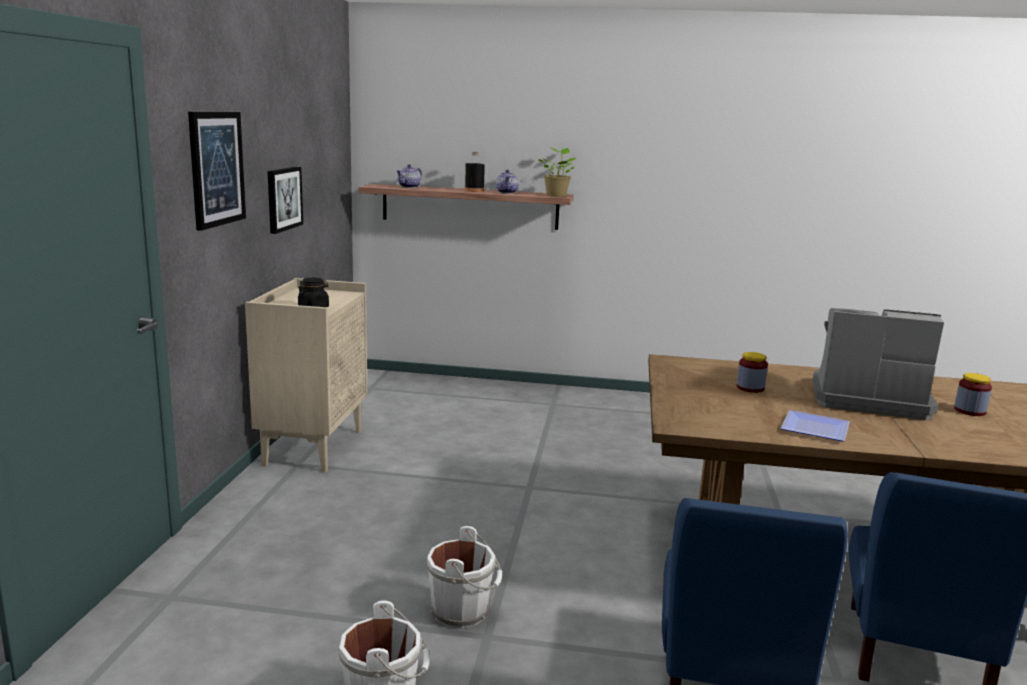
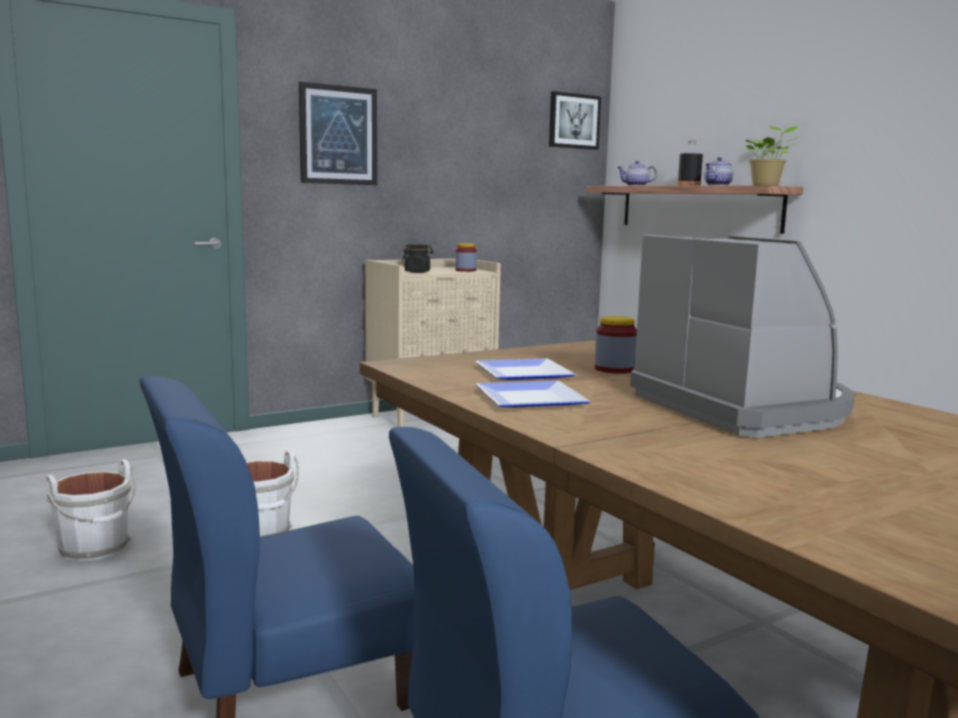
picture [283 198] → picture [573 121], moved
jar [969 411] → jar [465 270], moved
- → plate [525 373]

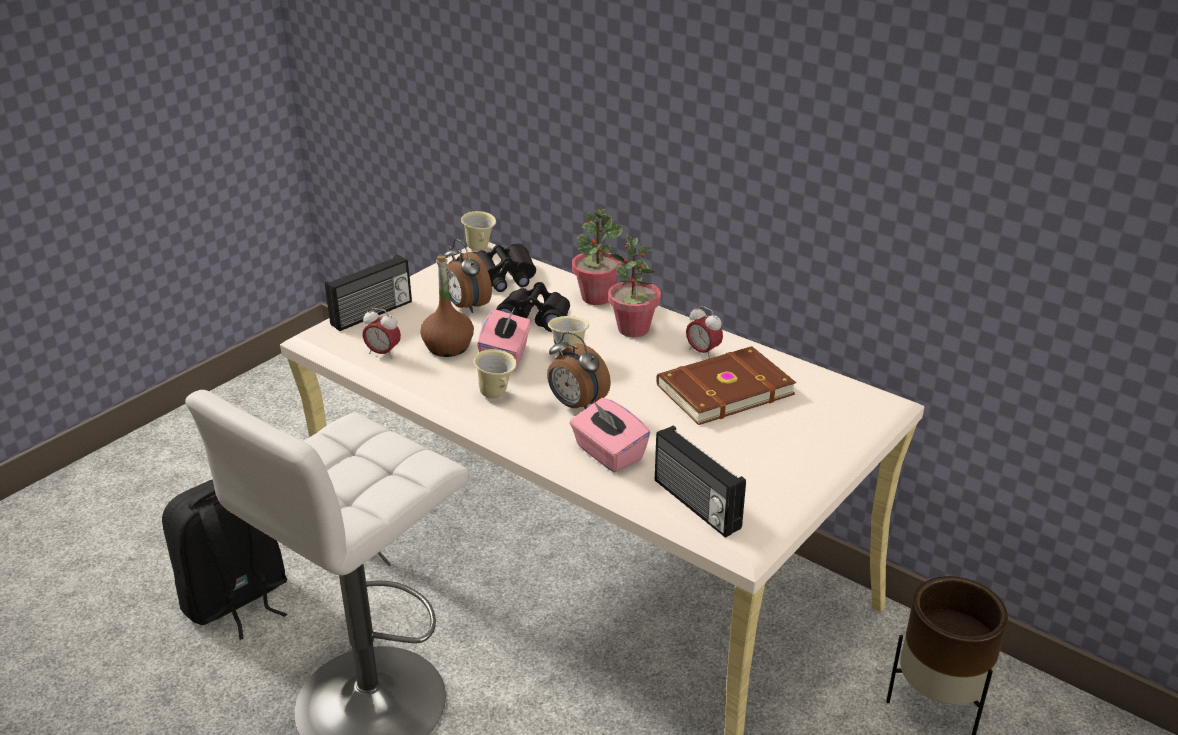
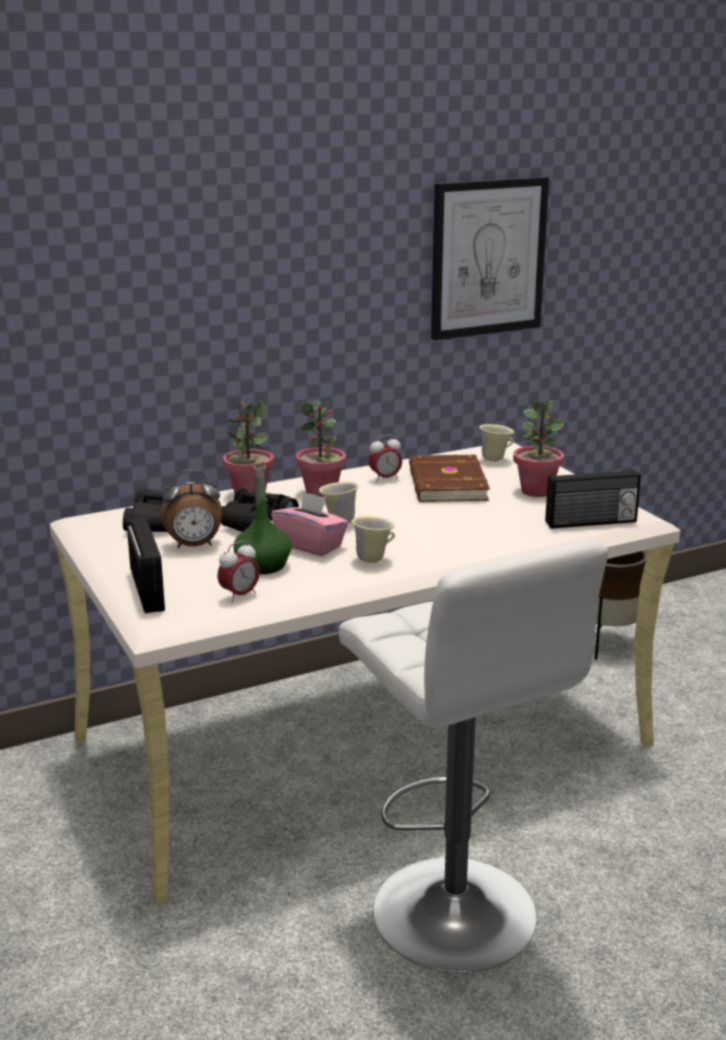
backpack (black) [235 600] → -
bottle (brown) [448 346] → bottle (green) [262 565]
mug (beige) [480 249] → mug (beige) [495 460], moved
alarm clock [575 405] → -
tissue box (pink) [608 453] → -
- → picture [488 258]
- → potted plant [536 491]

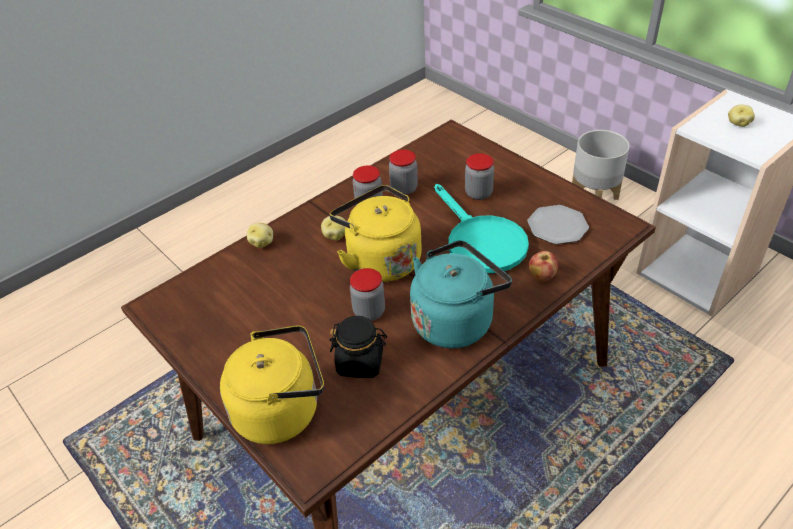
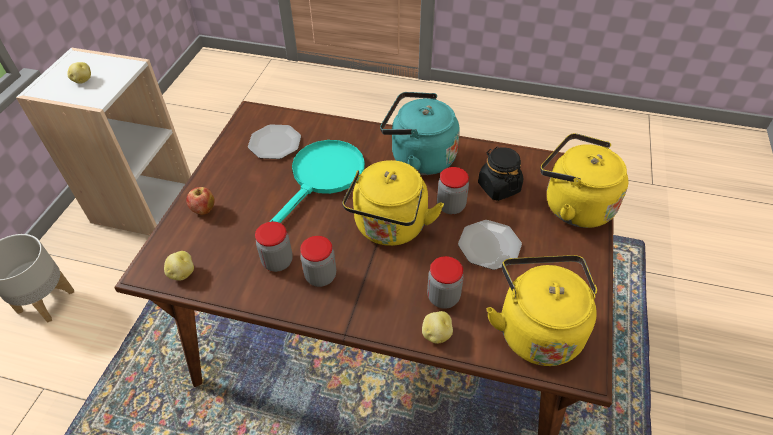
potato [335 235] → potato [182 273], moved
jar [478 193] → jar [443 297], moved
apple [542 276] → apple [204 210], moved
- → plate [489 246]
- → kettle (yellow) [537 328]

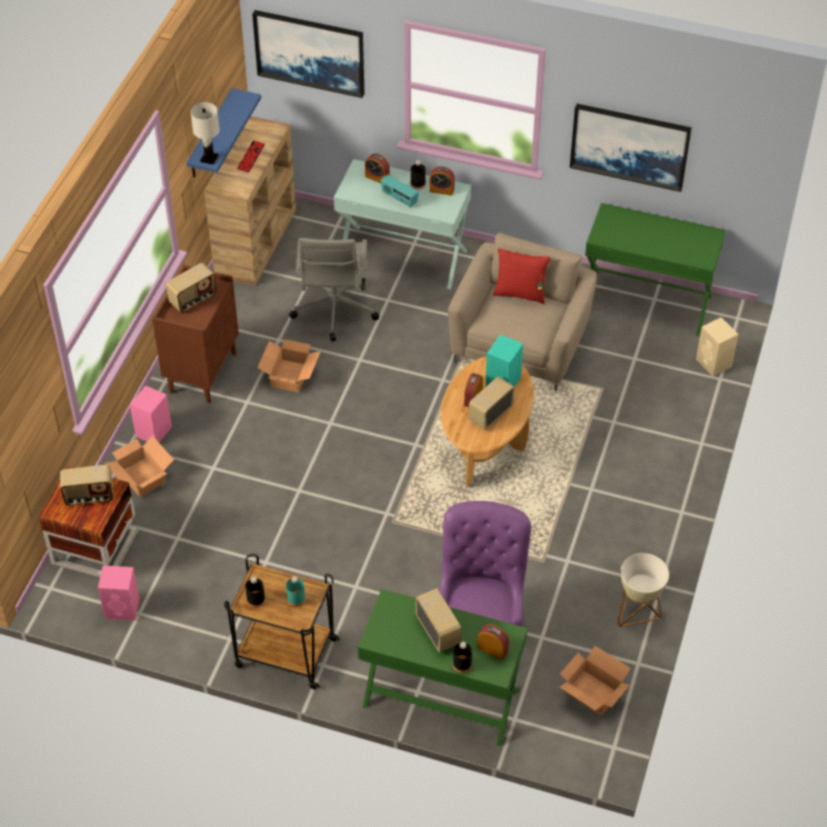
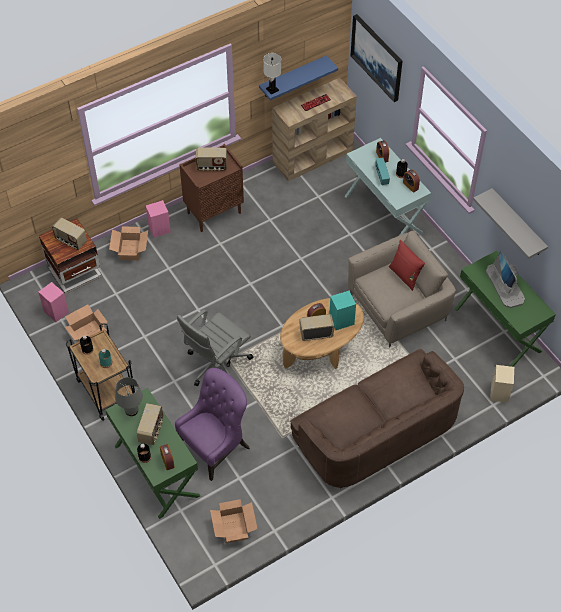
cardboard box [289 376] → cardboard box [87 333], moved
office chair (grey) [334 311] → office chair (grey) [217 365], moved
picture [630 145] → shelf (grey) [517 223]
planter [637 612] → -
- → table lamp (grey) [131 411]
- → sofa (brown) [376 433]
- → monitor [505 285]

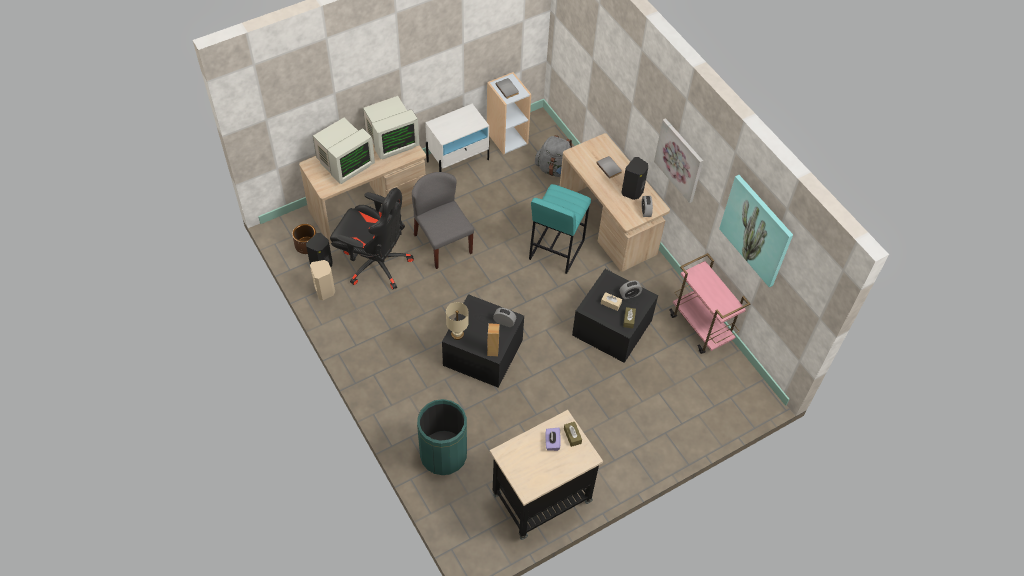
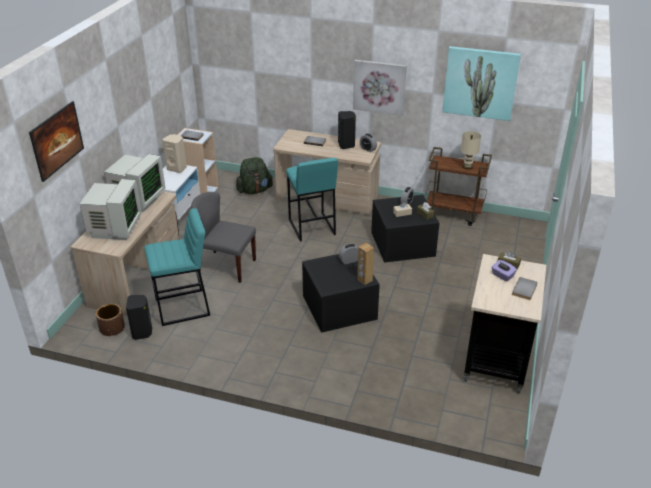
speaker (beige) [325 291] → speaker (beige) [177 168], moved
office chair (black) [372 262] → stool (turquoise) [184 307]
trash can (green) [443 455] → -
table lamp (beige) [457 334] → table lamp (beige) [467 166], moved
backpack (grey) [555 169] → backpack (green) [254 190]
cart (pink) [700 330] → cart (brown) [453 215]
- → picture [60 152]
- → book (grey) [525 290]

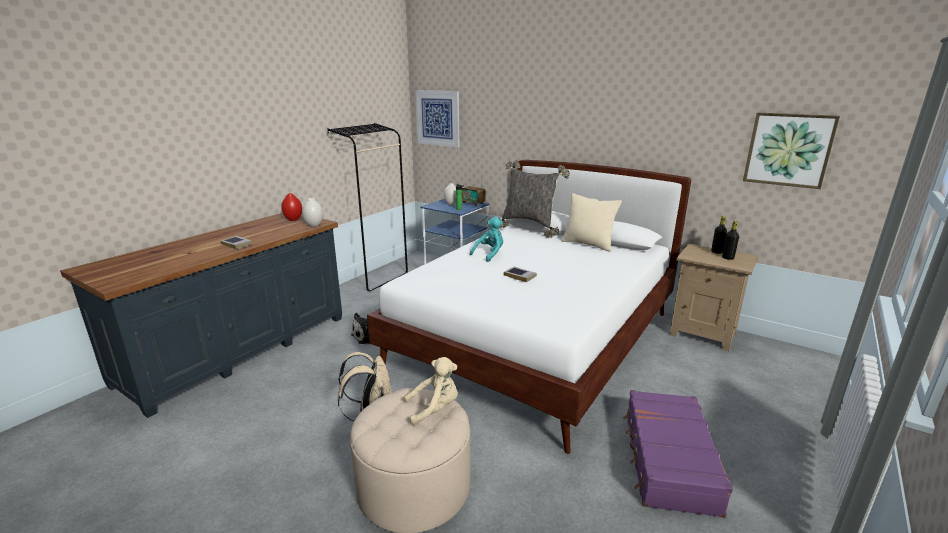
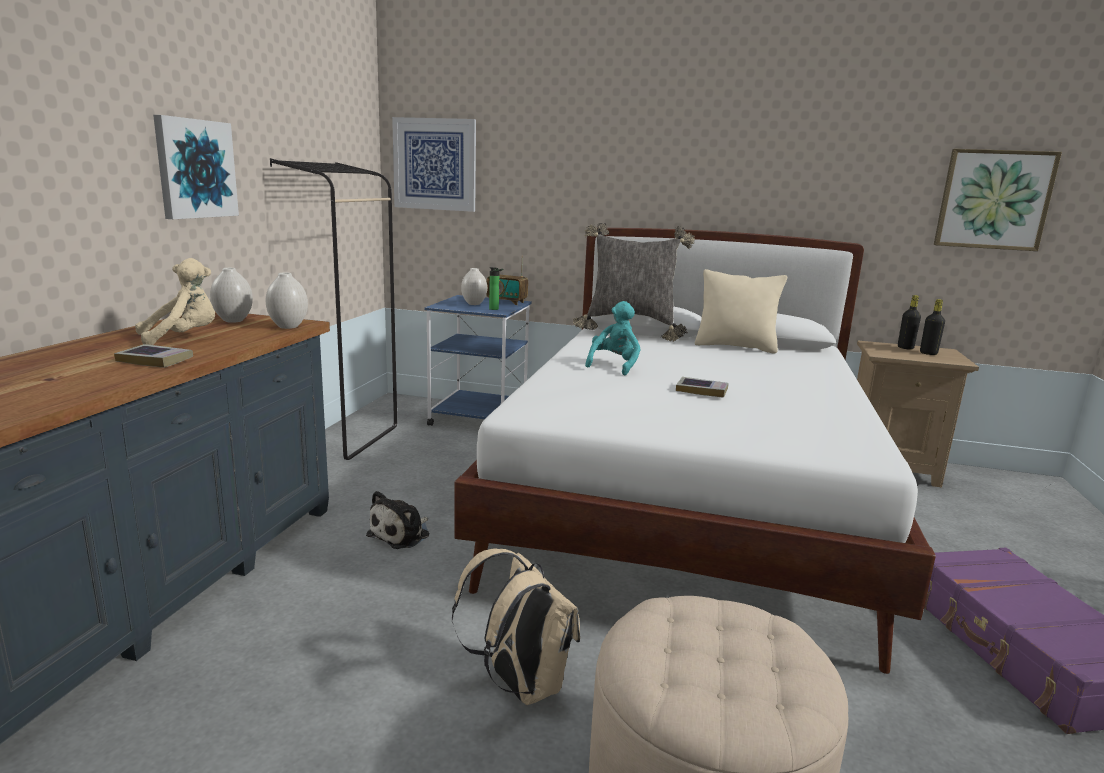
vase (red) [293 220] → vase (white) [233 321]
plush toy (beige) [435 409] → plush toy (beige) [183 338], moved
- → picture [195 169]

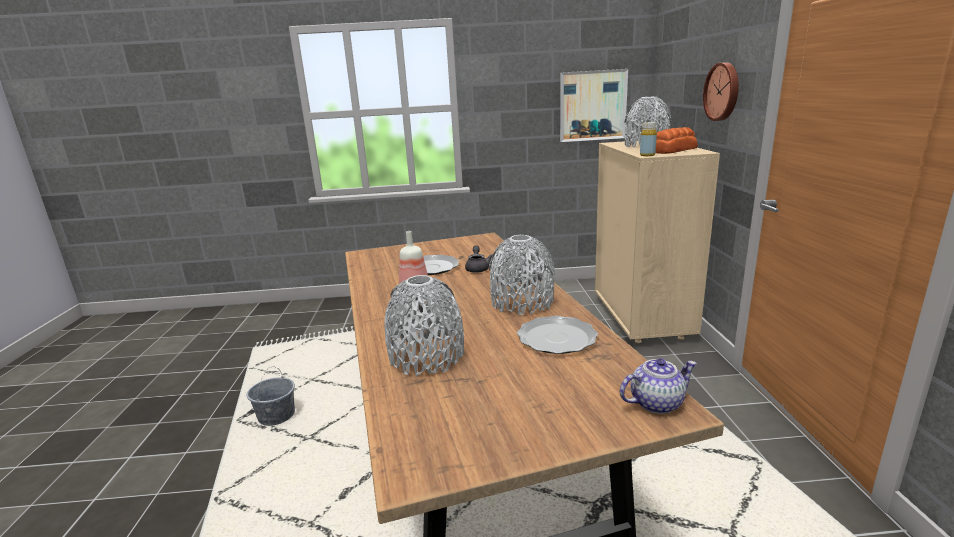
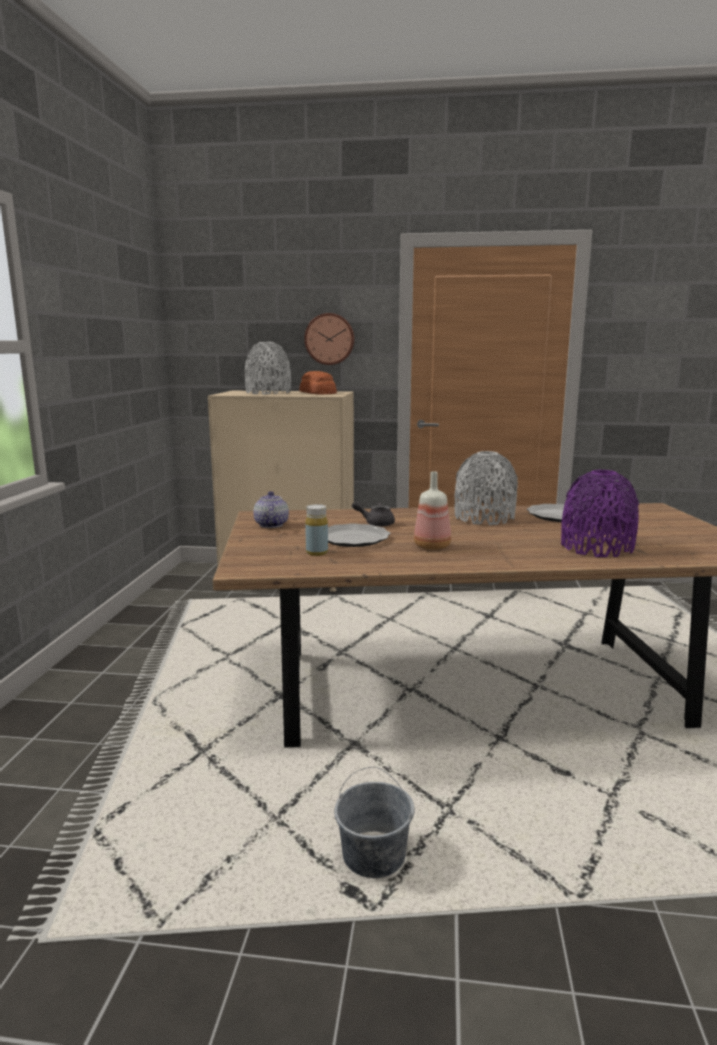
vase (grey) [426 356] → vase (purple) [596 547]
picture [592 105] → -
teapot [656 403] → teapot [271 525], moved
bottle (yellow) [647 155] → bottle (yellow) [317 552], moved

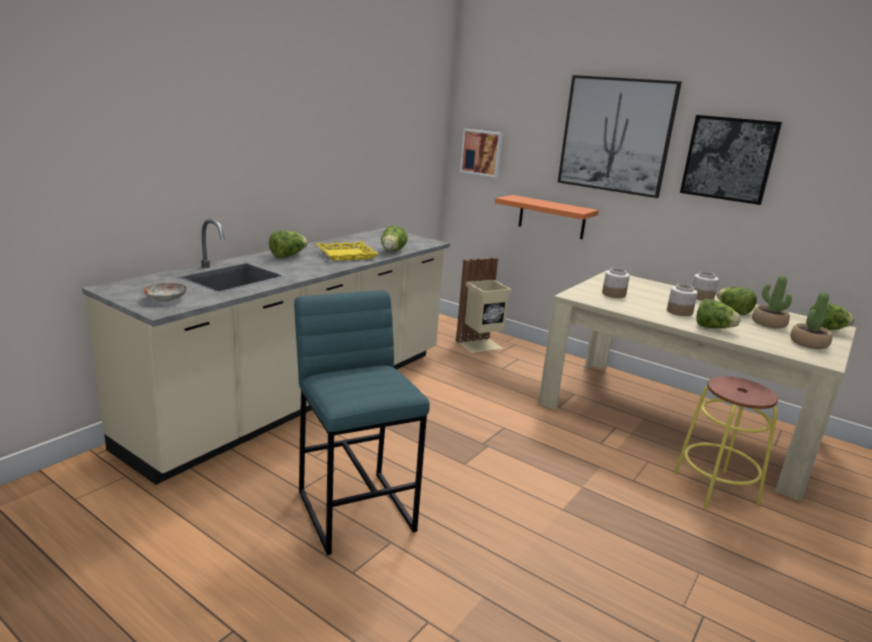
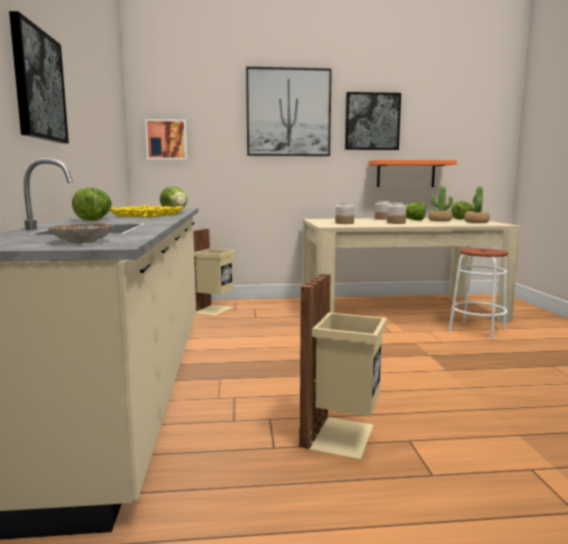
stool (turquoise) [354 509] → trash can (beige) [342 436]
shelf (orange) [551 217] → shelf (orange) [405 174], moved
stool (yellow) [715 489] → stool (white) [477 330]
lettuce [713 328] → -
- → picture [38 85]

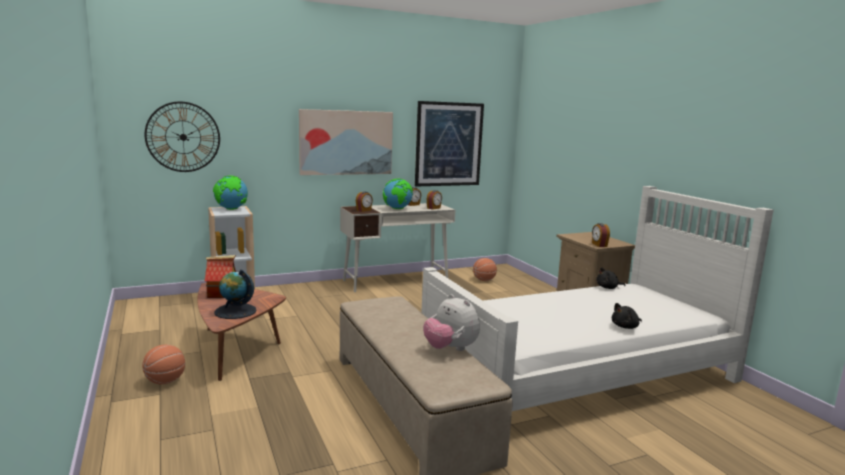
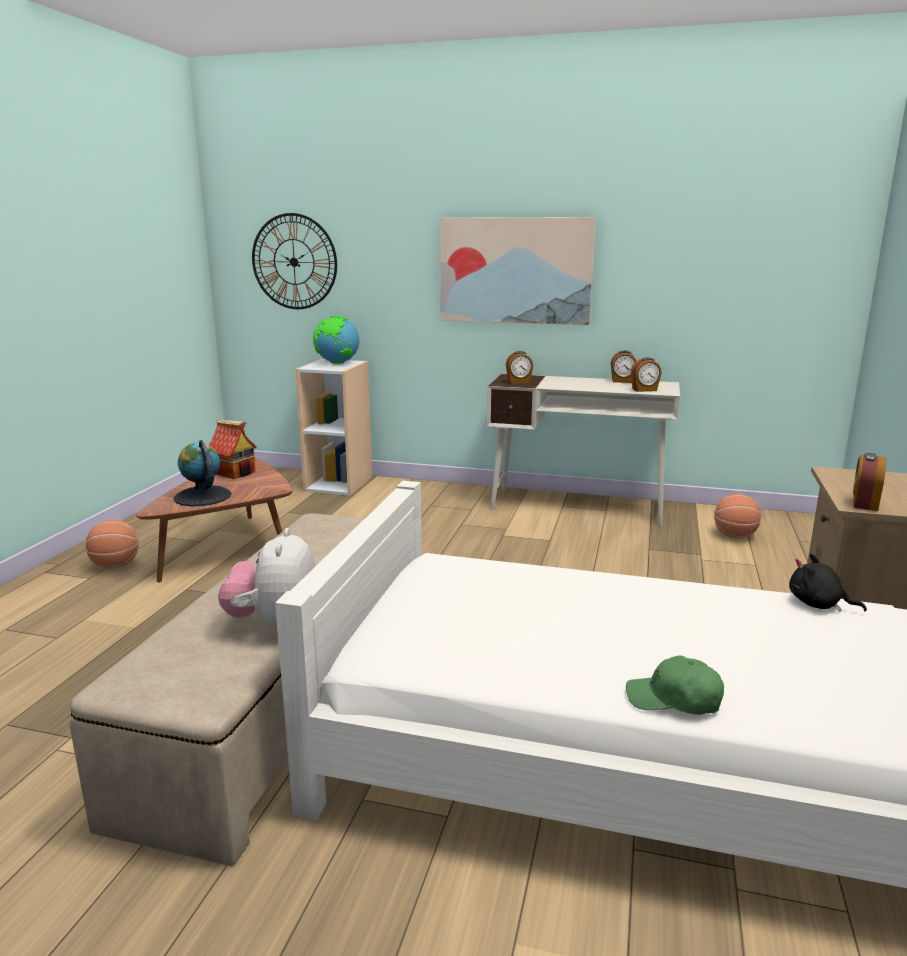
globe [397 209] → -
picture [449 144] → -
plush toy (black) [626 327] → cap (green) [674 699]

